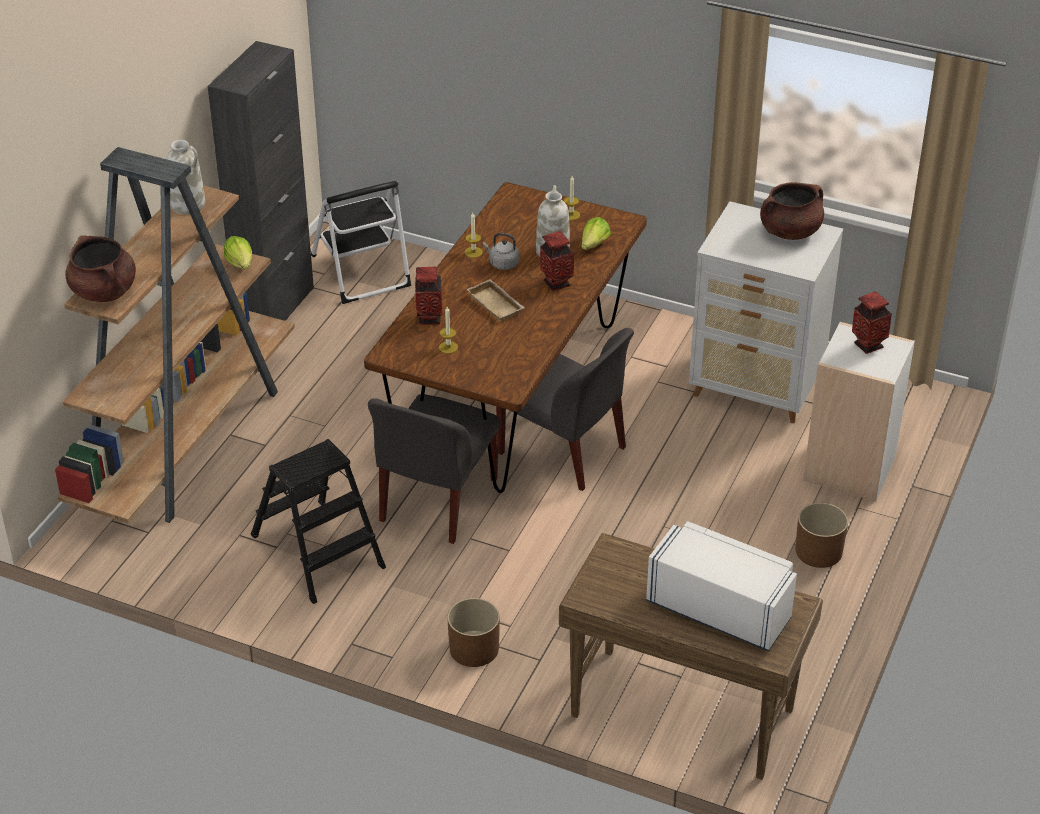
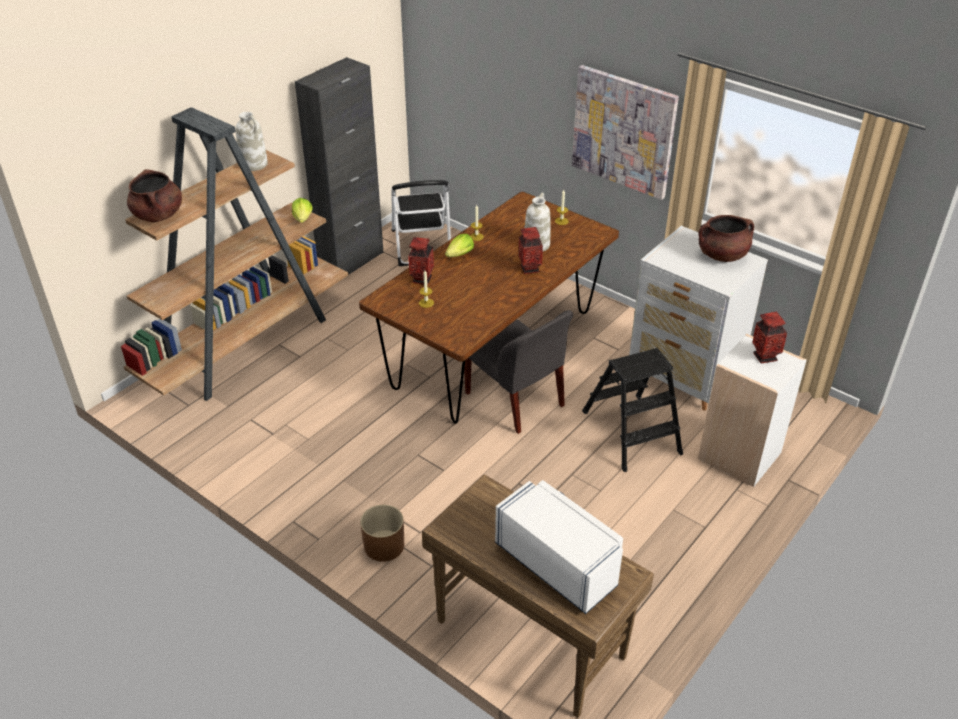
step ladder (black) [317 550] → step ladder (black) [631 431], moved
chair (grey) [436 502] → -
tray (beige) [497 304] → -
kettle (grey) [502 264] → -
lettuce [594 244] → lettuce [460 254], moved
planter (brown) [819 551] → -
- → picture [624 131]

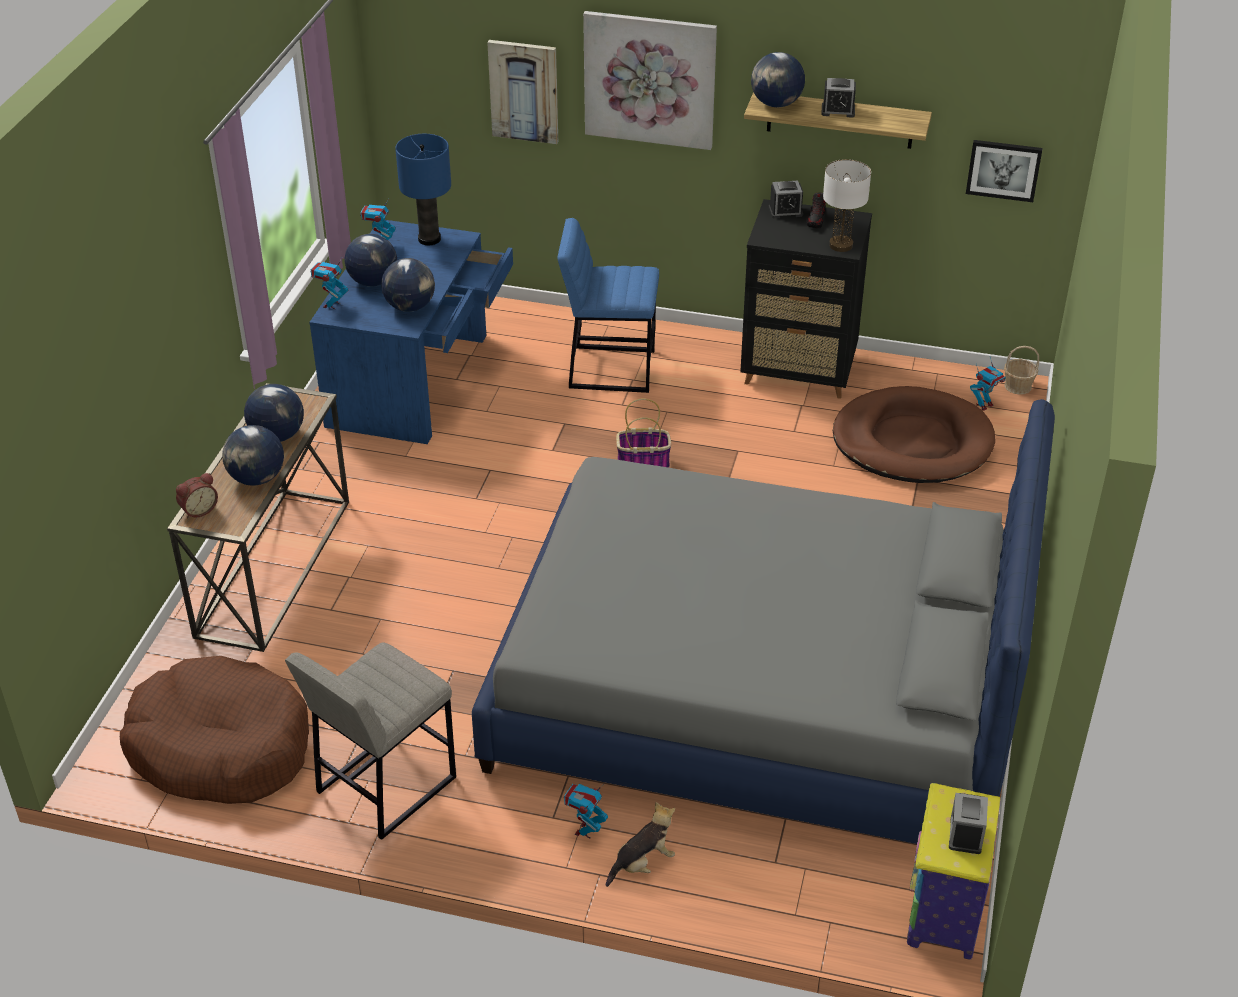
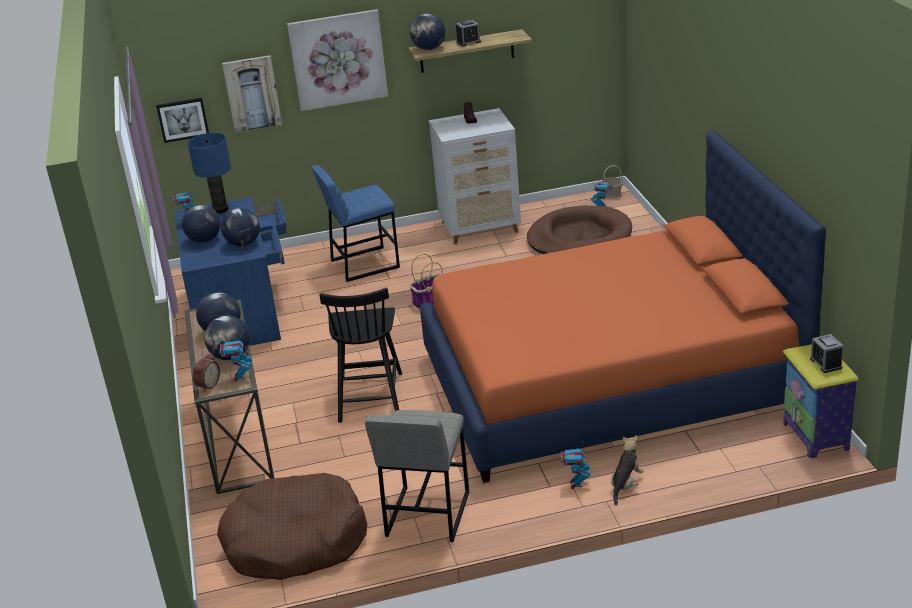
toy robot [332 305] → toy robot [240 377], moved
bed (grey) [758 694] → bed (orange) [610 381]
dresser (black) [800 369] → dresser (white) [480 227]
alarm clock [785 211] → -
table lamp [841 245] → -
picture [1003 169] → picture [183 119], moved
- → chair (black) [370 396]

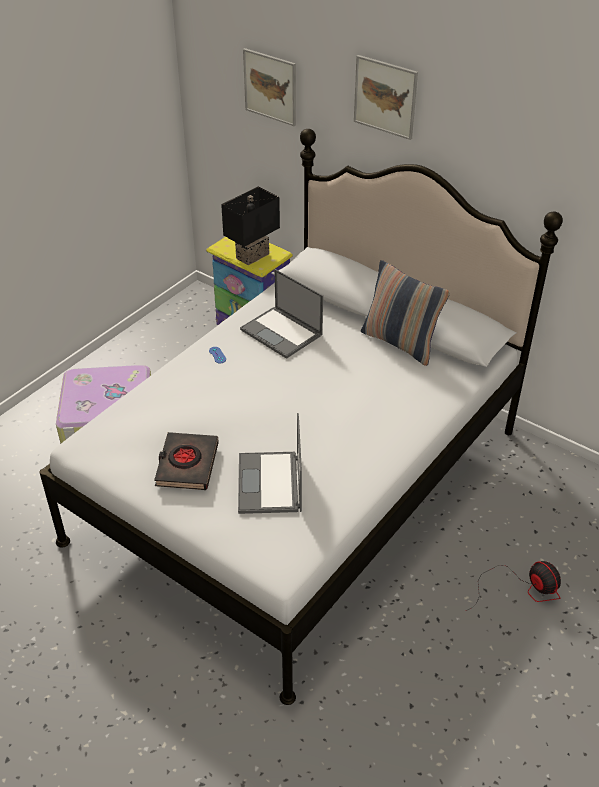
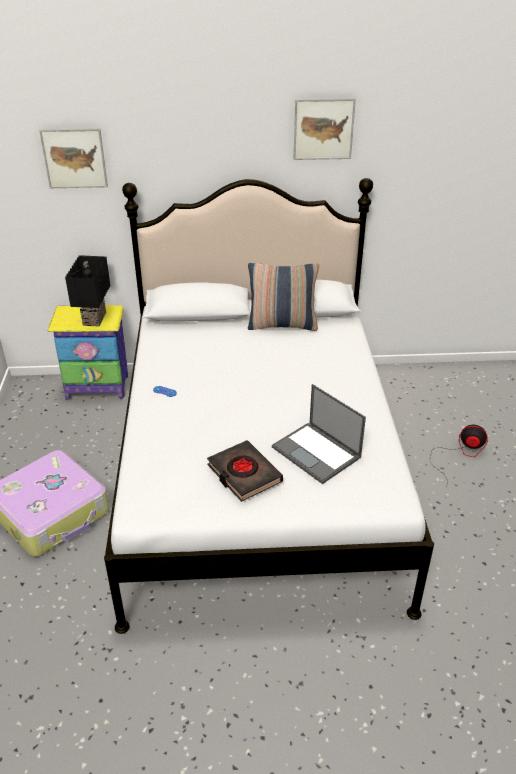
laptop [282 332] → -
picture [385 97] → picture [323 129], moved

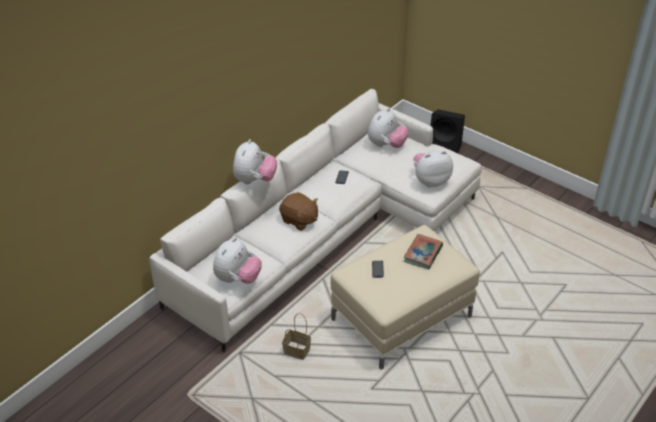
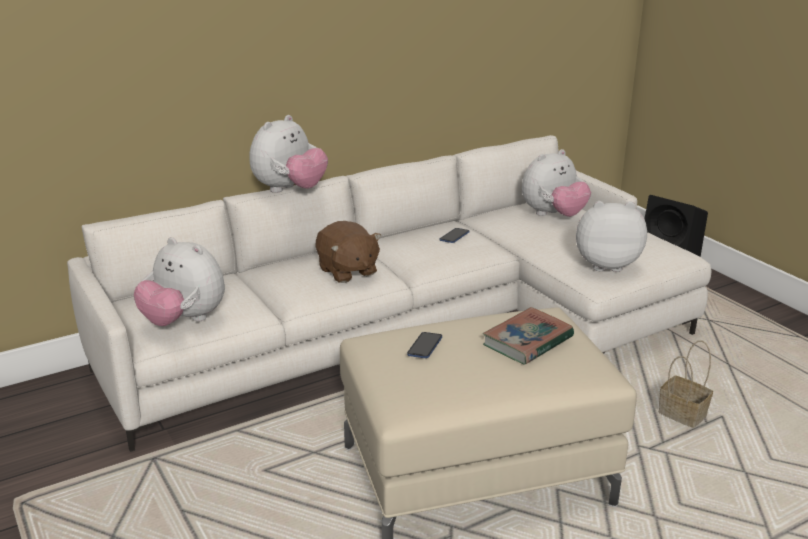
plush toy [237 279] → plush toy [184 321], 75 degrees clockwise
basket [295 351] → basket [680 414], moved

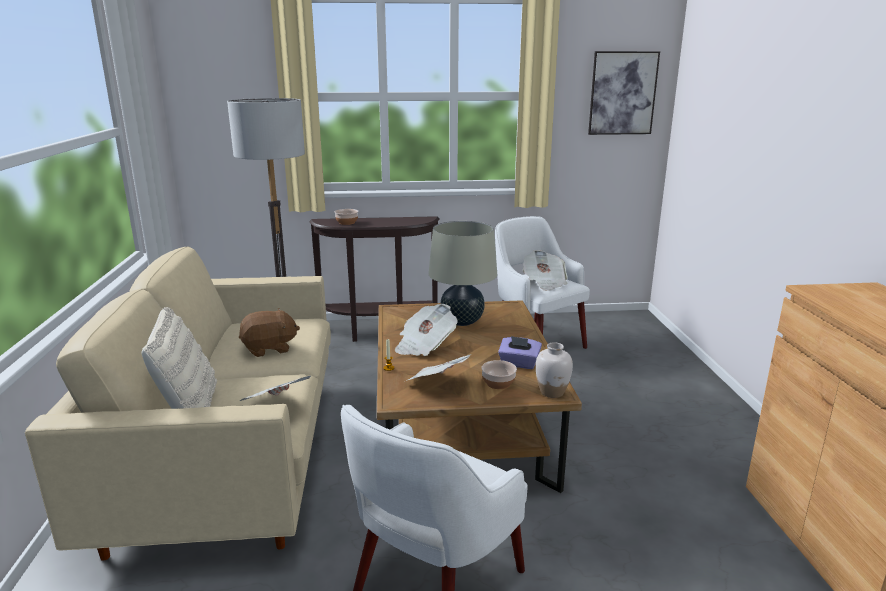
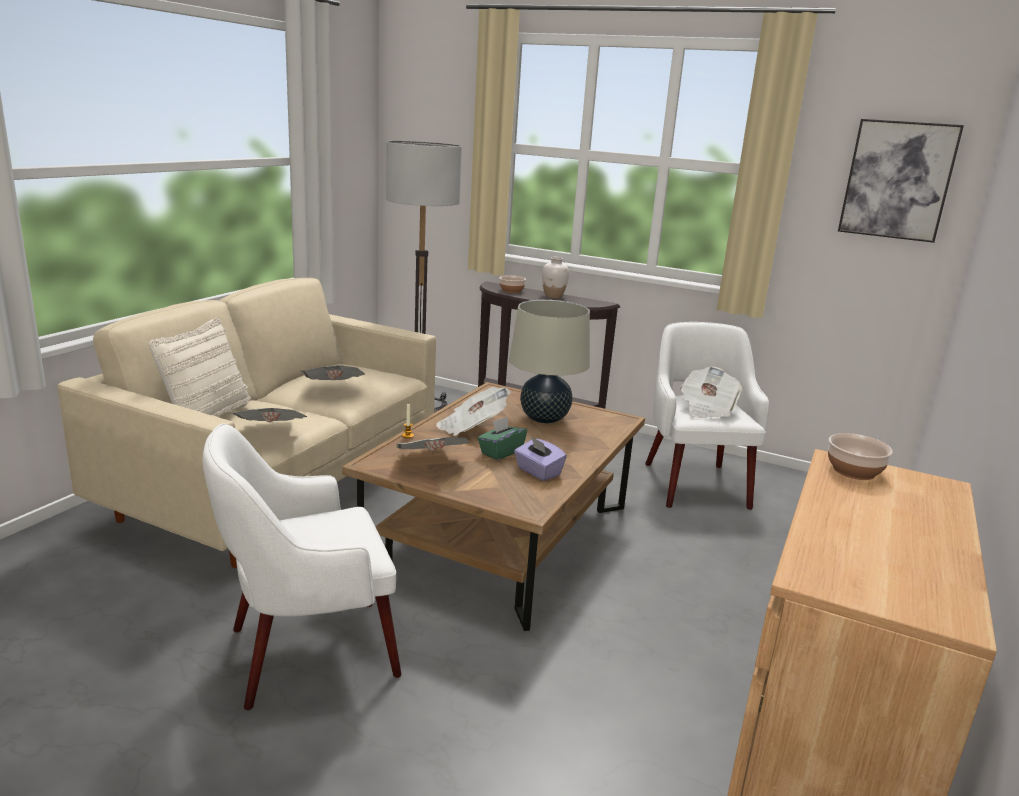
plush toy (brown) [269 348] → newspaper [333 390]
bowl [498 383] → bowl [854 471], moved
vase (white) [552 392] → vase (white) [553 296], moved
- → tissue box (green) [501 452]

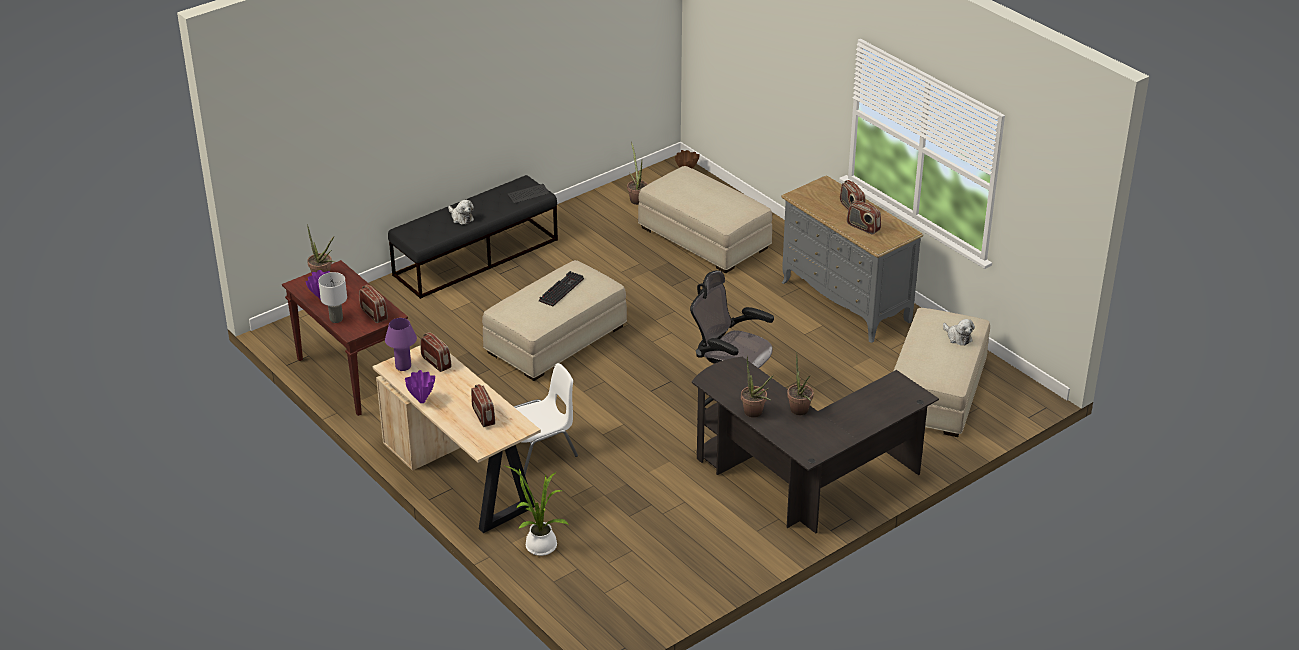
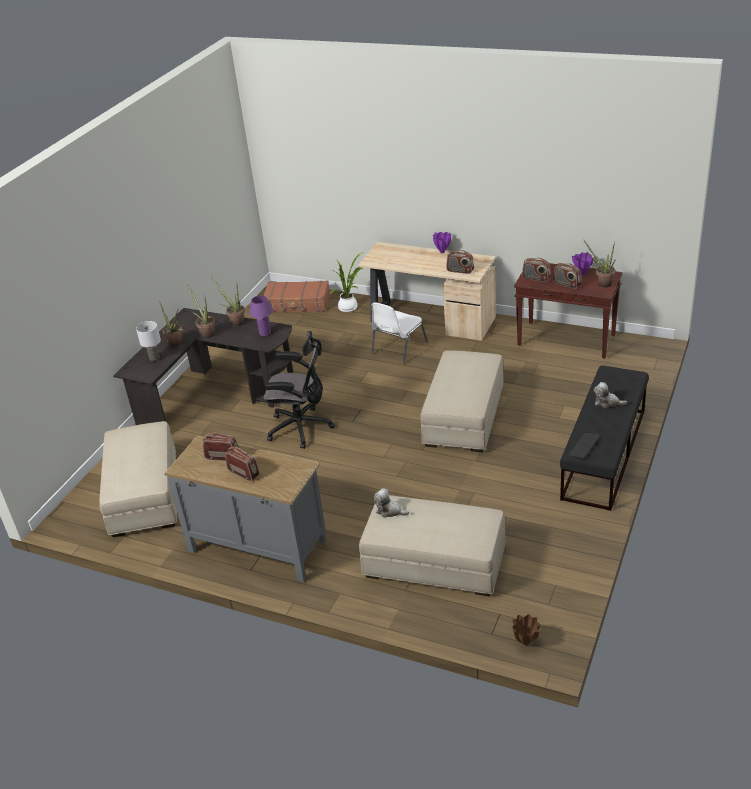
table lamp (white) [336 320] → table lamp (white) [154 358], moved
table lamp (purple) [403 366] → table lamp (purple) [265 333], moved
radio [484 416] → radio [566 284], moved
keyboard [561 289] → -
potted plant [636 199] → potted plant [177 344], moved
plush toy [958 337] → plush toy [390 511], moved
- → suitcase (brown) [297 304]

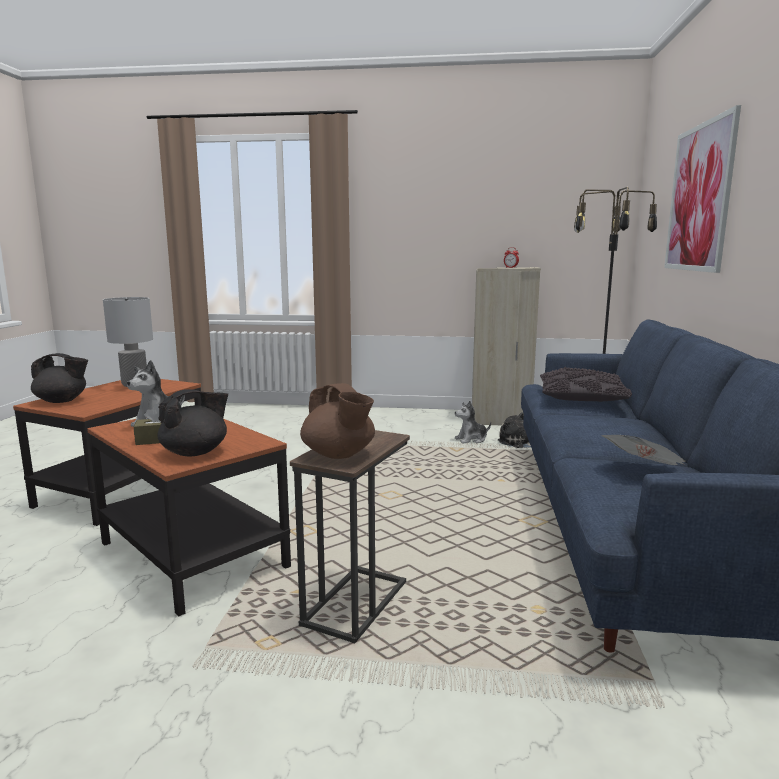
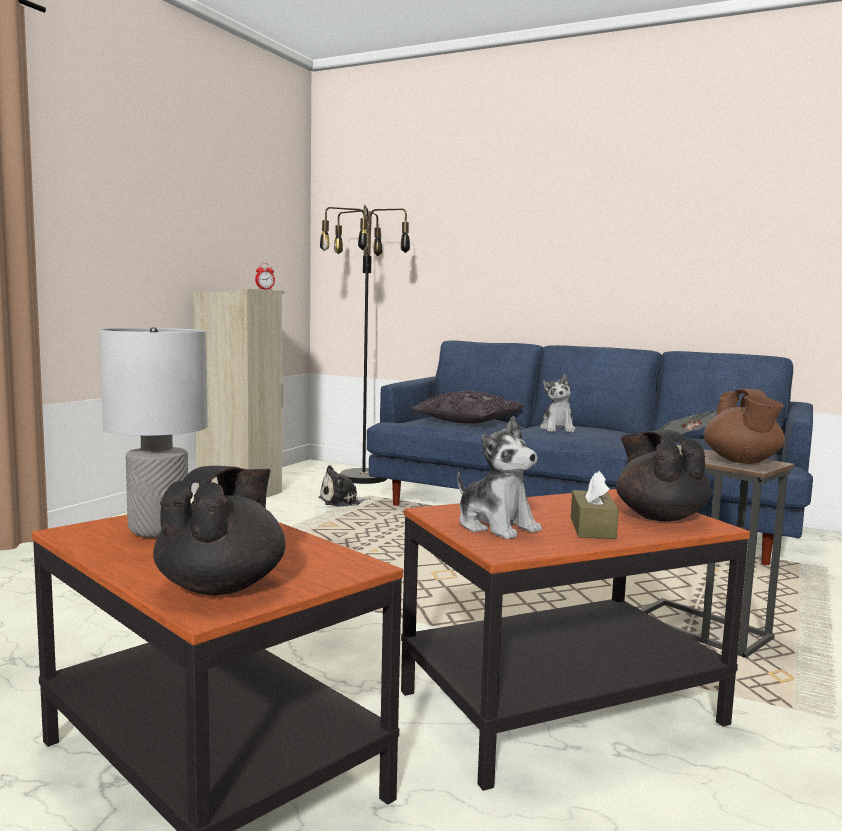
teapot (brown) [339 455] → teapot (brown) [742 461], 105 degrees clockwise
plush toy [471 439] → plush toy [558 429], moved
picture [699 198] → -

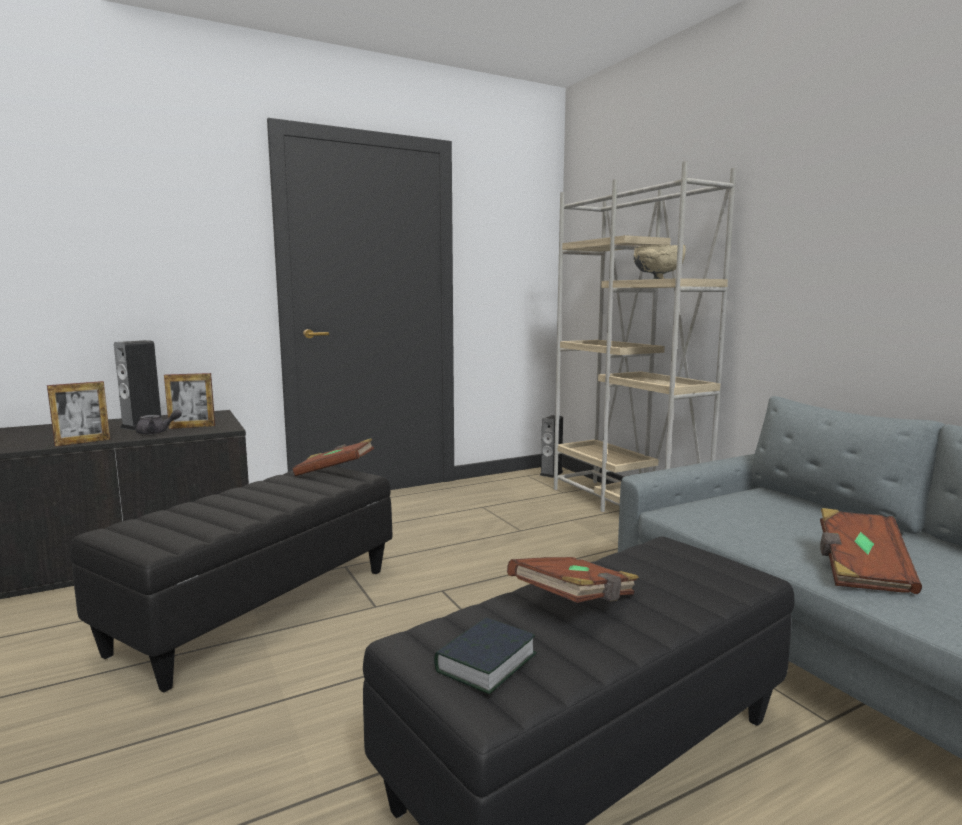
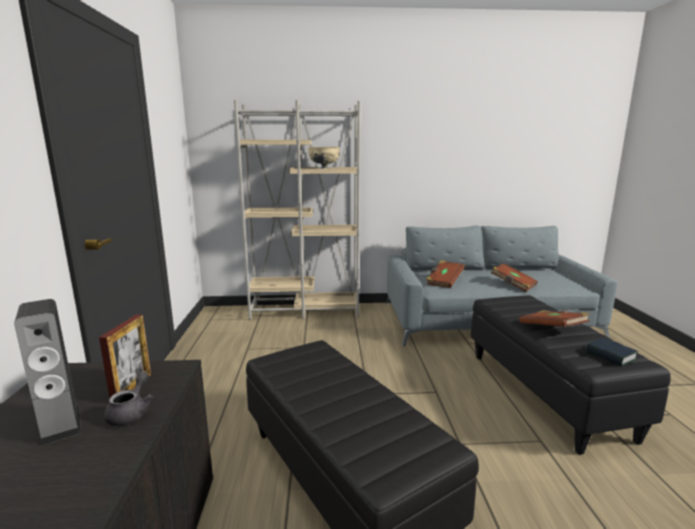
picture frame [82 442] → -
book (brown) [335 472] → book (brown) [444 281], moved
speaker [551 473] → -

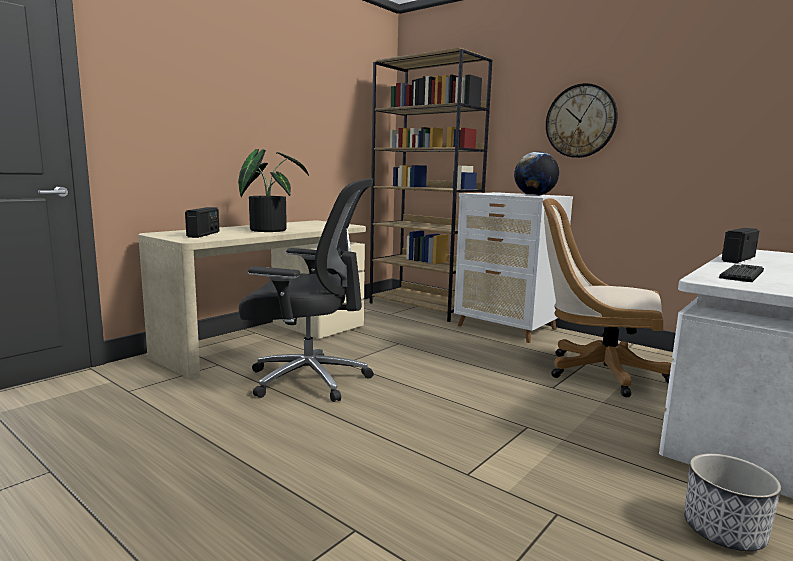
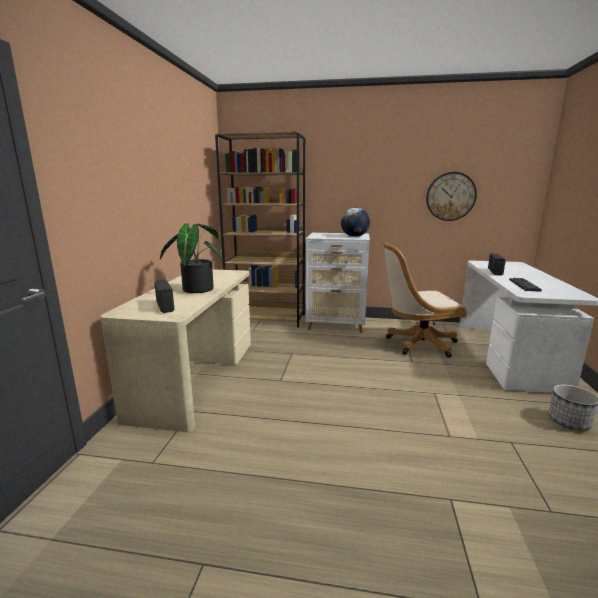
office chair [307 380] → -
wall clock [580 121] → wall clock [450 196], moved

